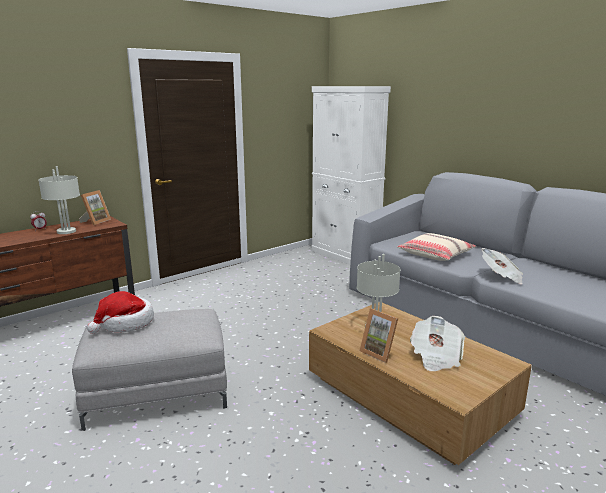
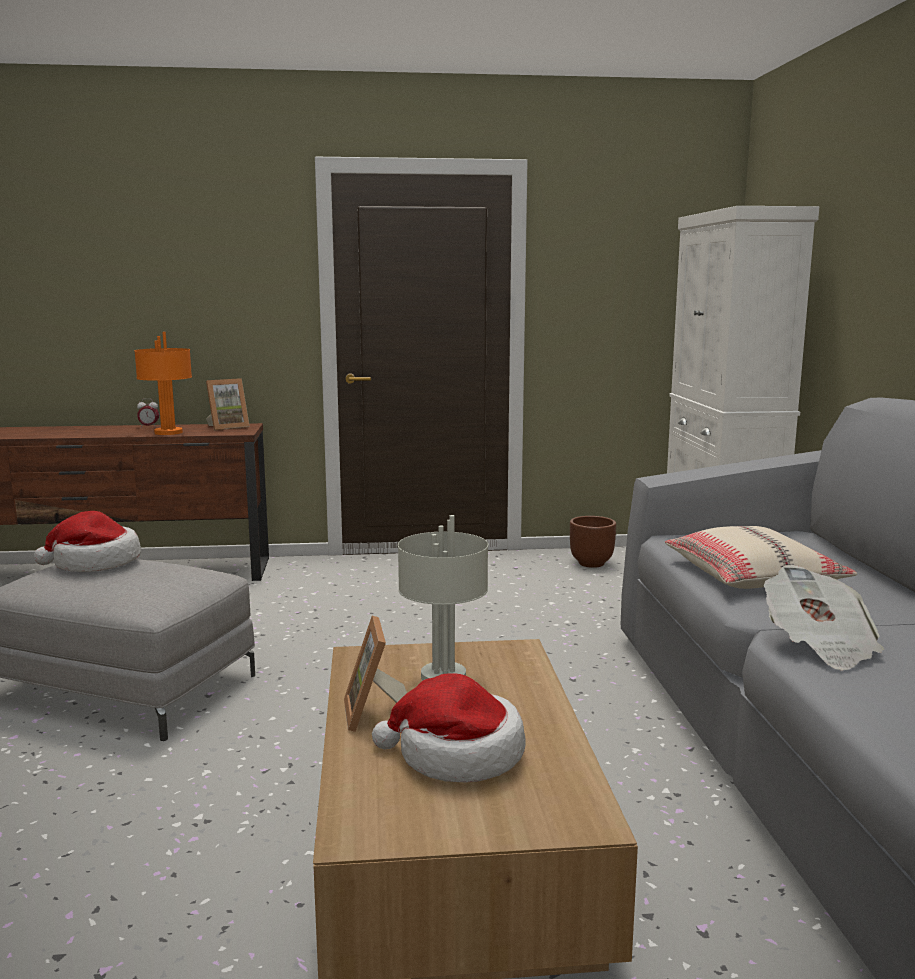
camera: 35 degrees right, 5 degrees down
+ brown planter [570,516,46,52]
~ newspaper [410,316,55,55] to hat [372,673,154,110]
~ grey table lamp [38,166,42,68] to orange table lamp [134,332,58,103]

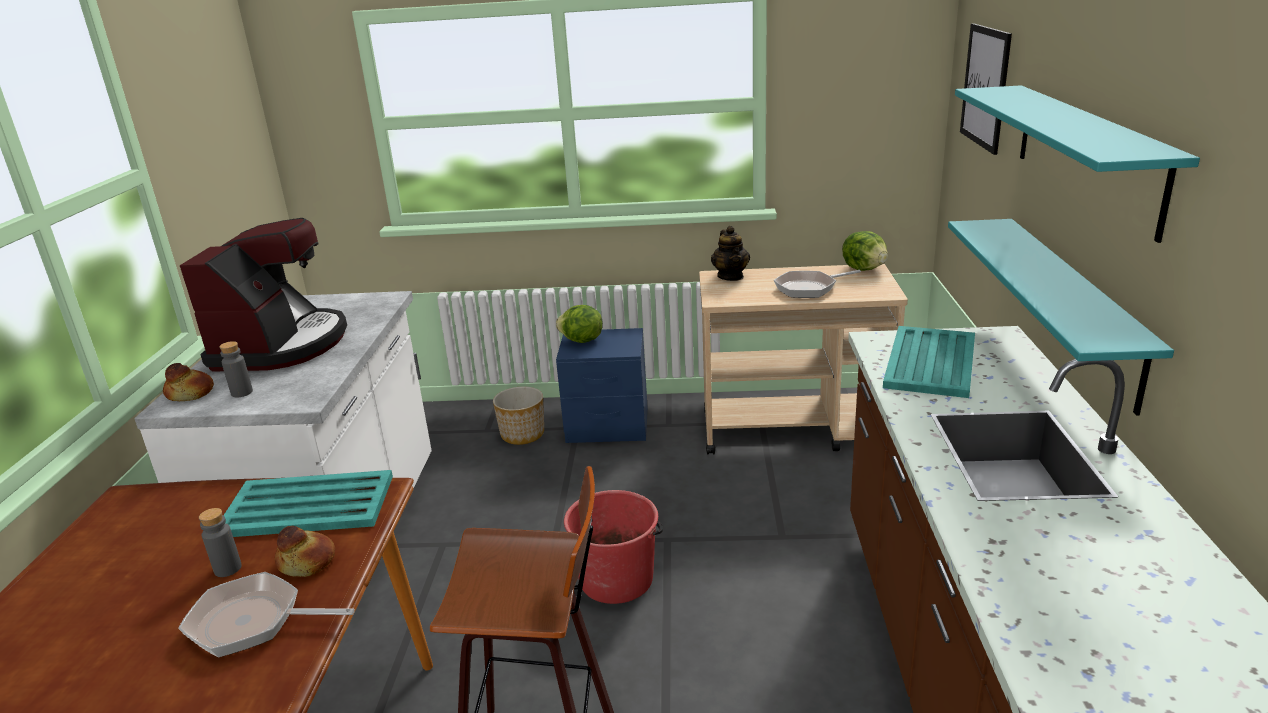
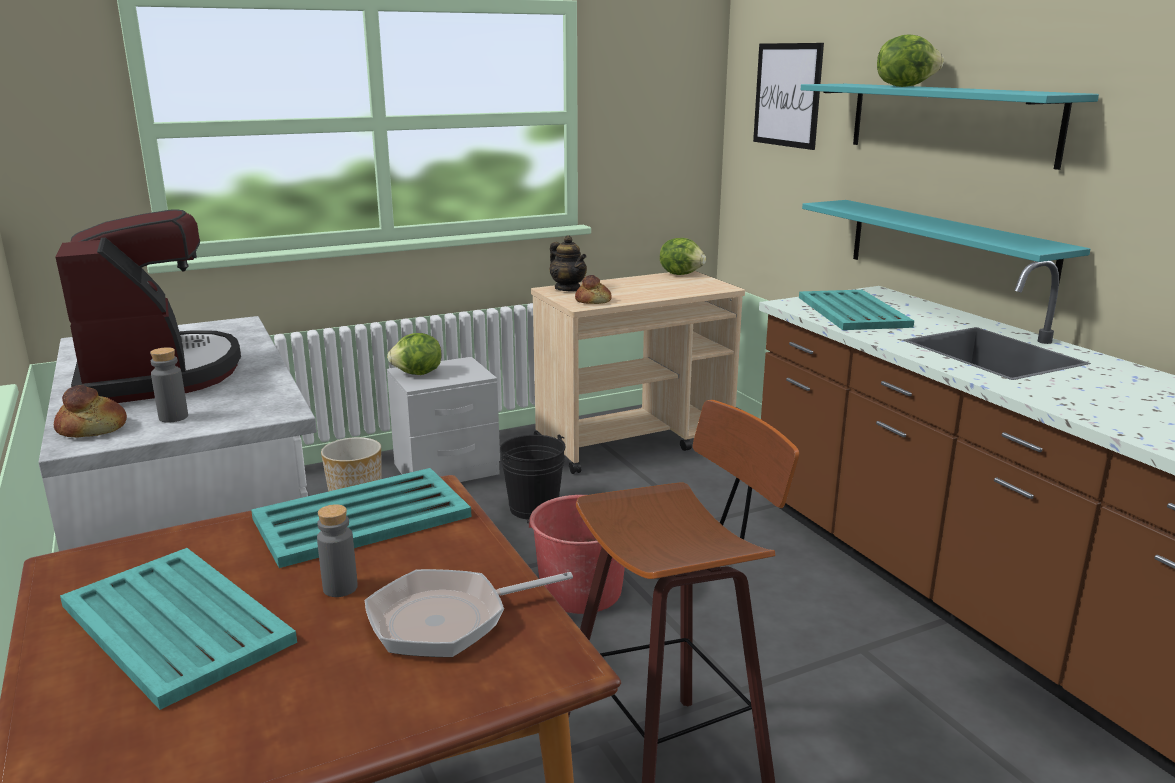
camera: 30 degrees left, 5 degrees down
- frying pan [774,270,87,28]
+ turquoise tray [60,548,237,162]
+ black bucket [500,435,66,85]
+ lettuce [877,34,67,53]
~ bread [275,526,60,51] to [575,275,37,29]
~ blue nightstand [556,328,92,115] to grey nightstand [387,357,113,125]

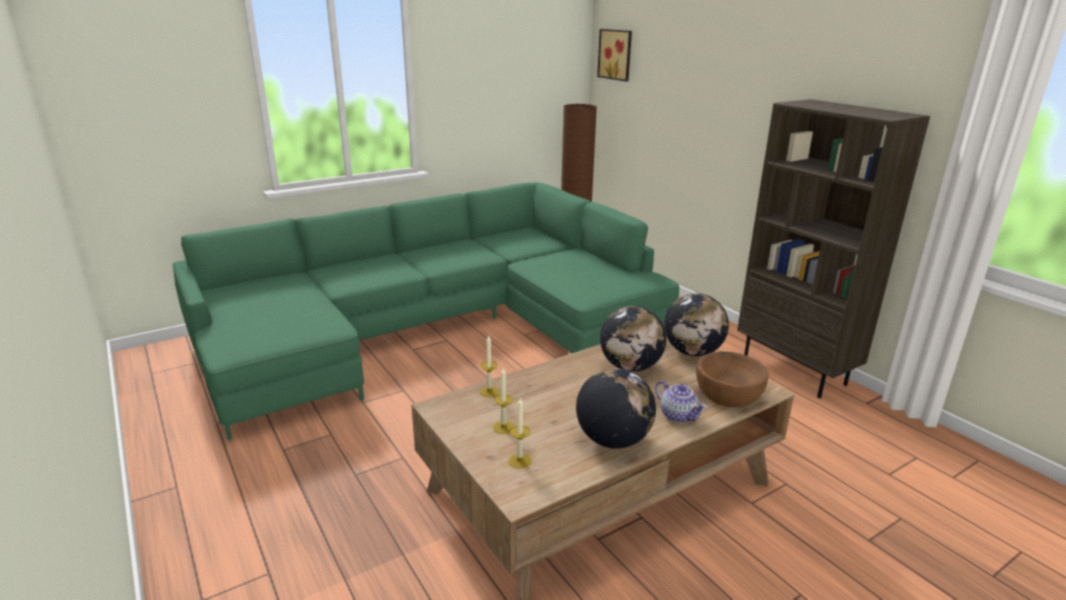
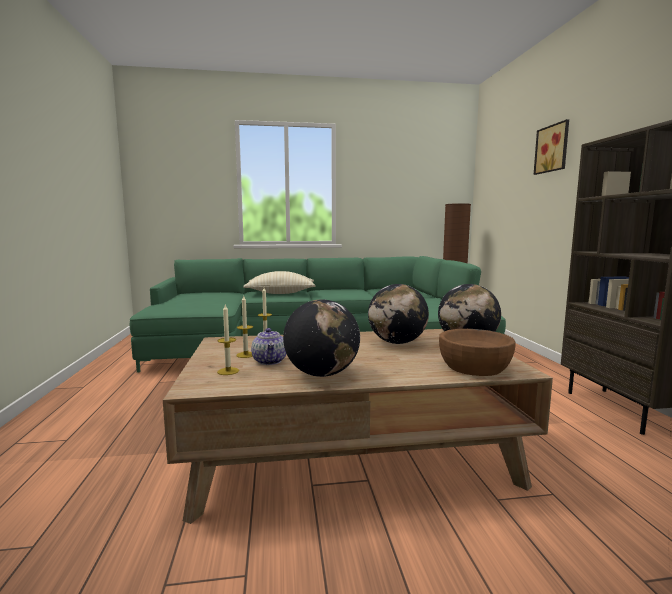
camera: 25 degrees right, 15 degrees down
+ beige pillow [243,271,72,23]
~ picture [597,29,35,52] to [534,119,35,56]
~ teapot [655,381,52,42] to [251,328,35,37]

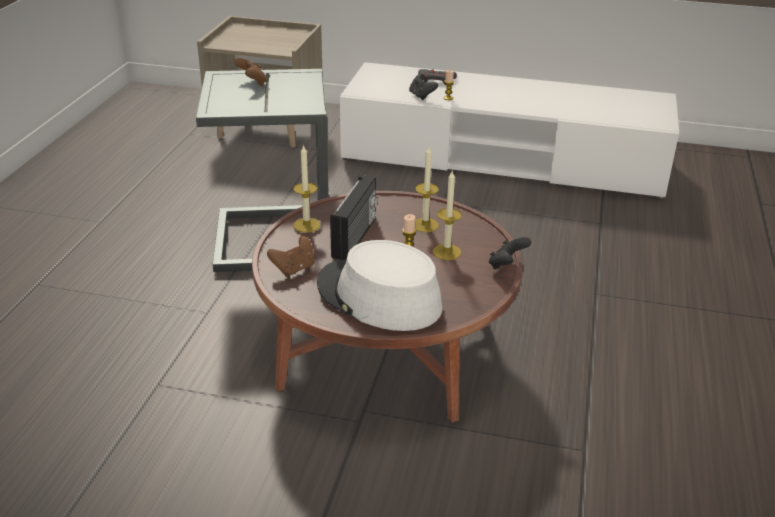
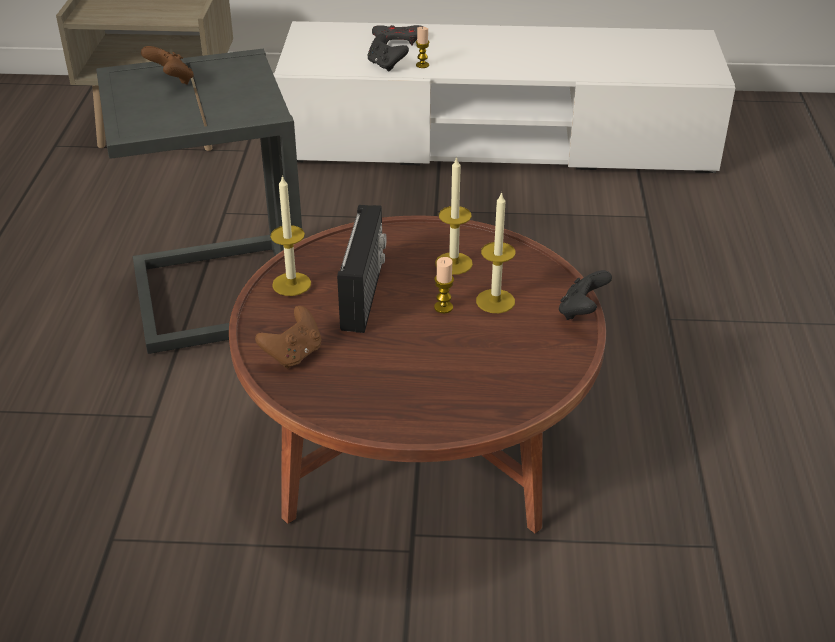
camera: 10 degrees left, 5 degrees up
- white hat [317,240,125,91]

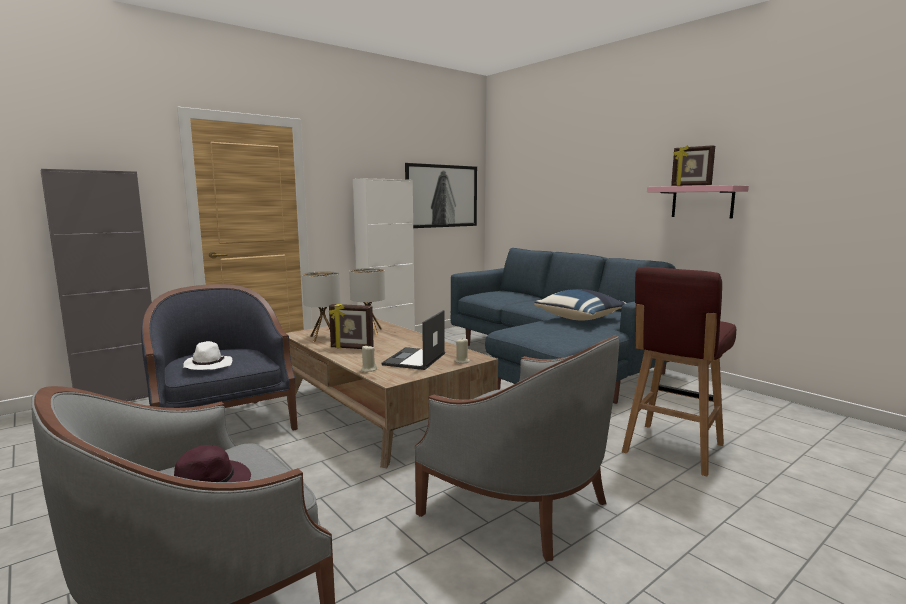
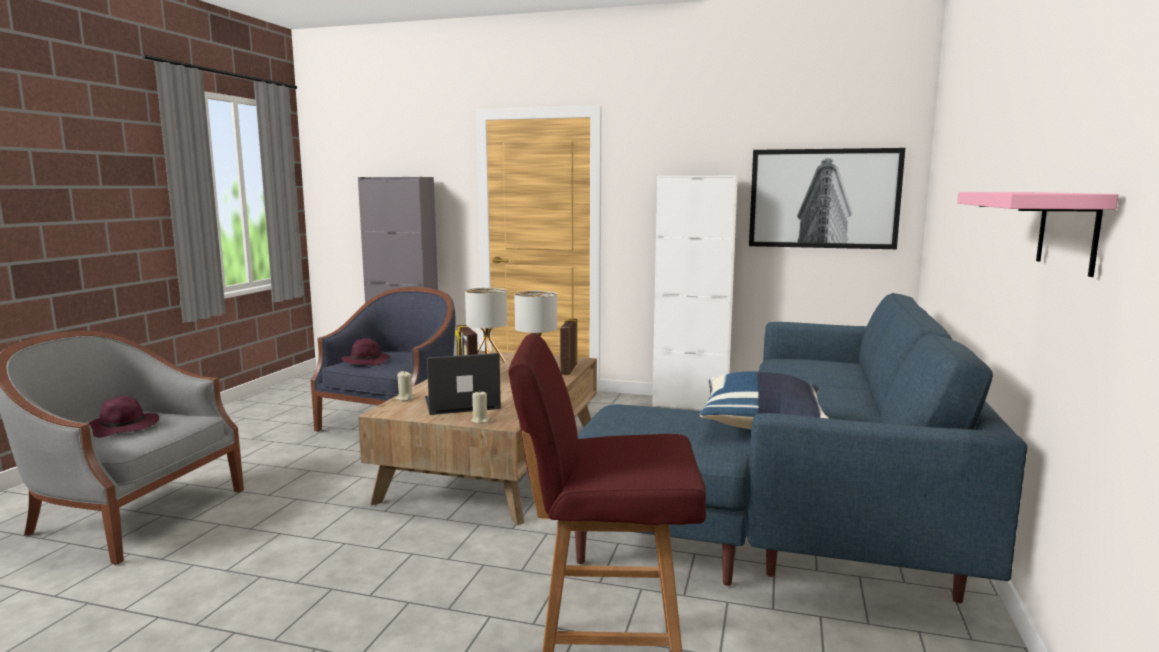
camera: 55 degrees right, 0 degrees up
- grey armchair [415,335,204,226]
~ picture frame [671,145,44,41] to [560,319,17,56]
~ white hat [183,341,49,29] to purple hat [341,338,49,28]

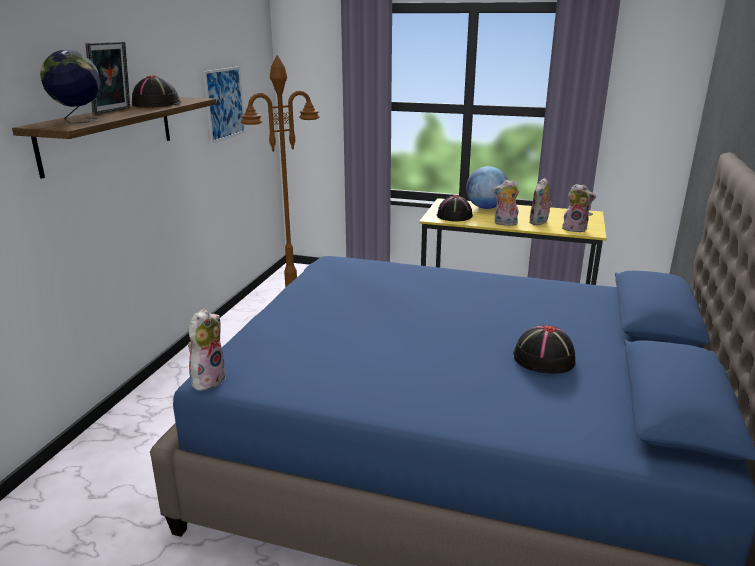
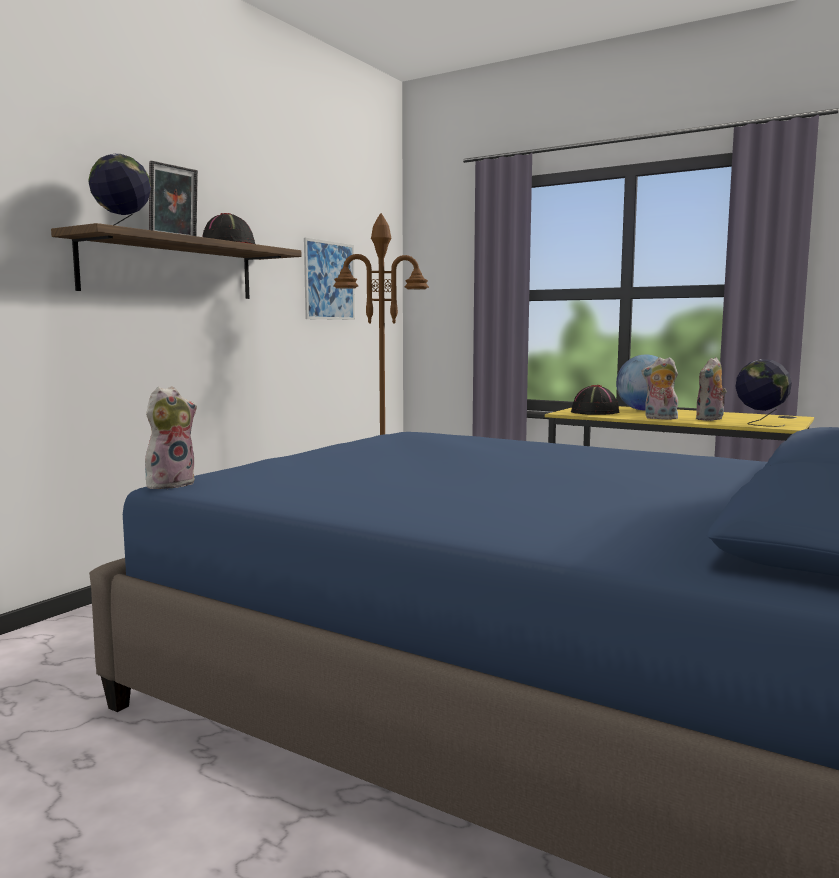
camera: 15 degrees right, 15 degrees down
- black hat [513,325,62,49]
~ plush toy [562,184,34,48] to globe [736,359,56,68]

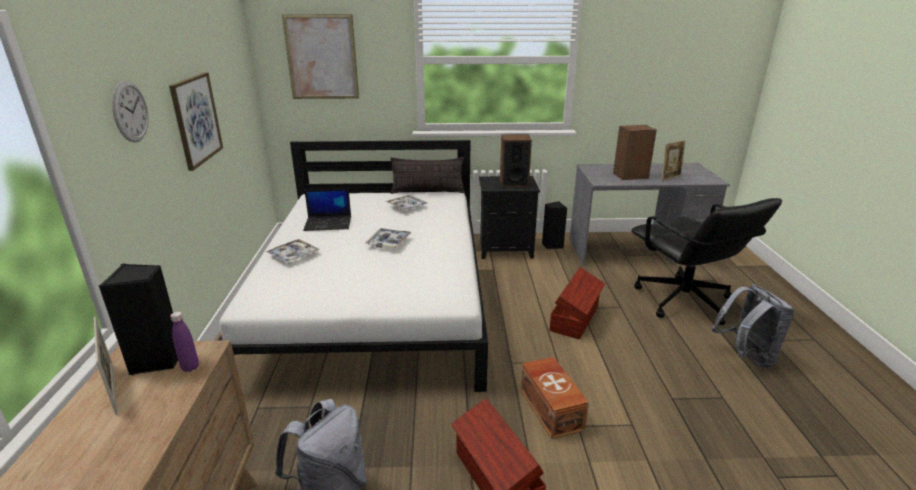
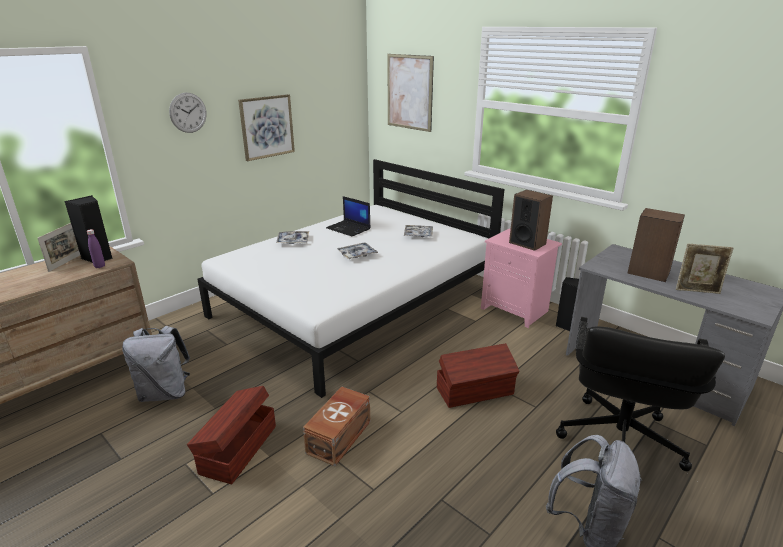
camera: 45 degrees right, 0 degrees up
- pillow [390,157,75,37]
~ black nightstand [479,176,61,83] to pink nightstand [481,228,81,100]

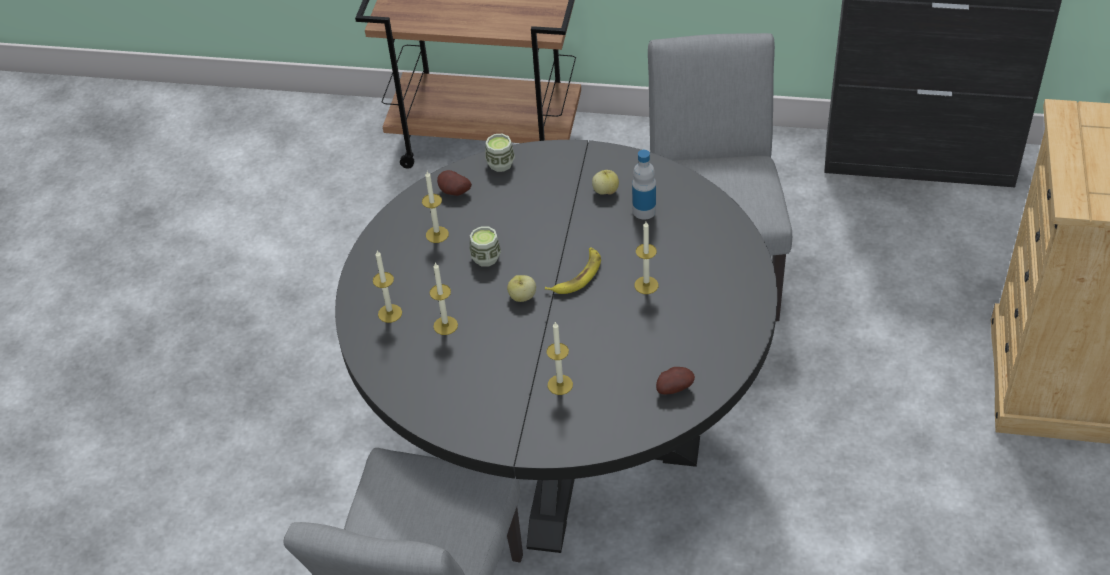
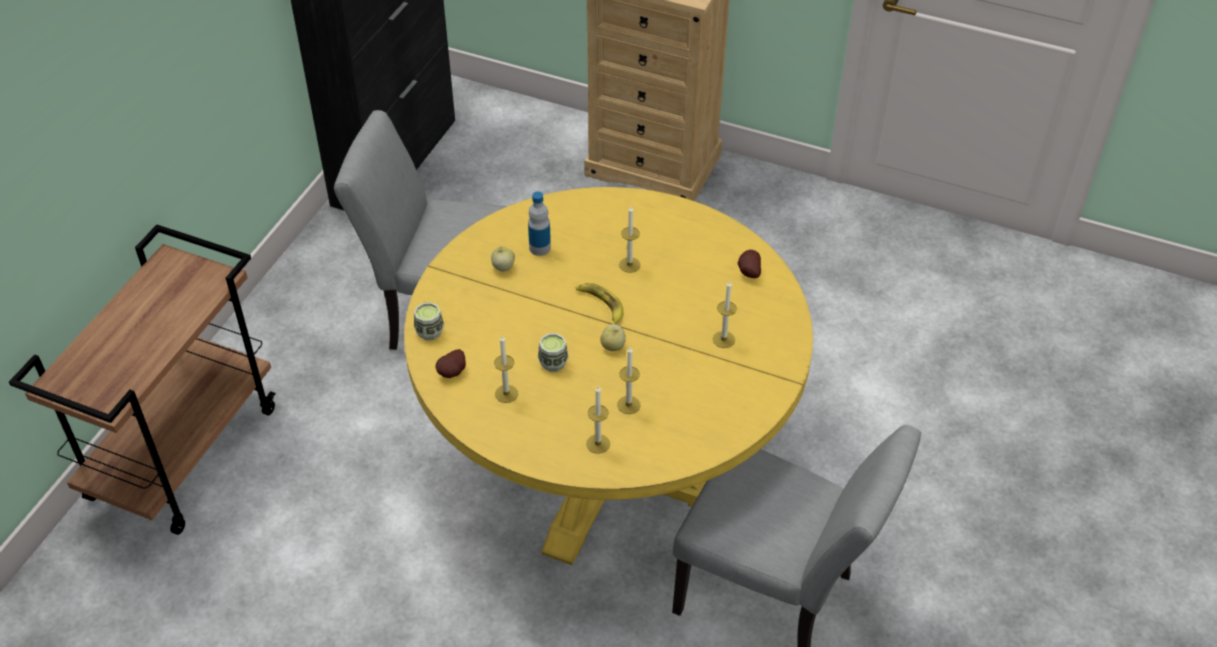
camera: 80 degrees left, 0 degrees up
~ black dining table [335,140,442,413] to yellow dining table [404,187,409,378]

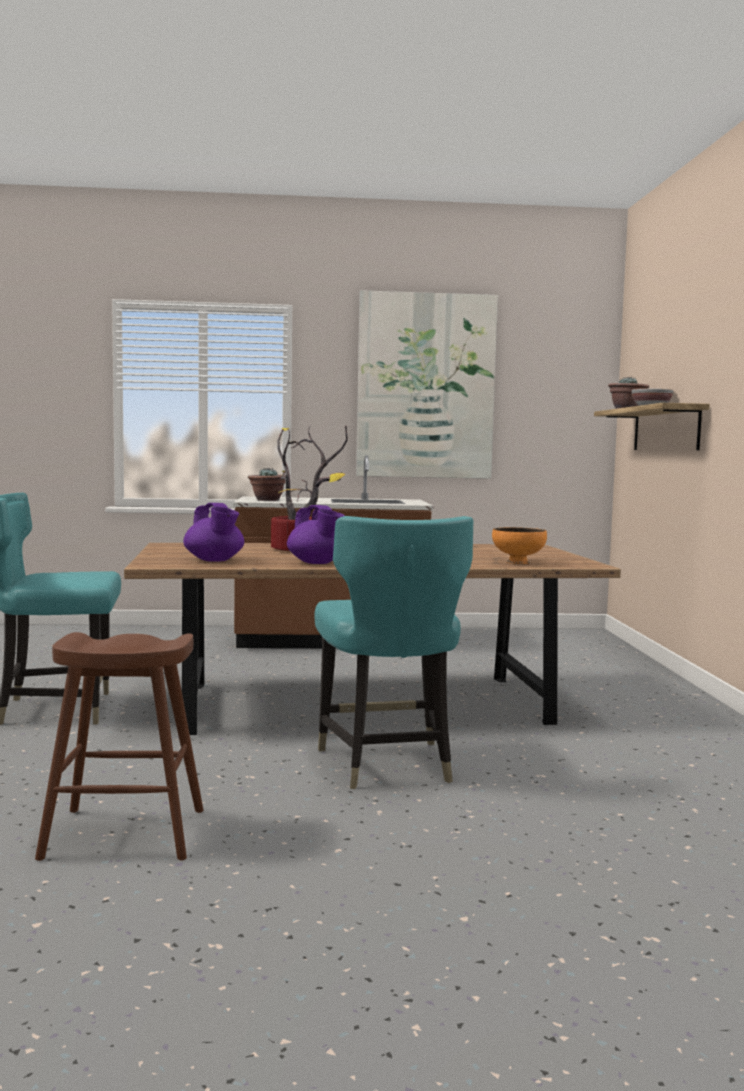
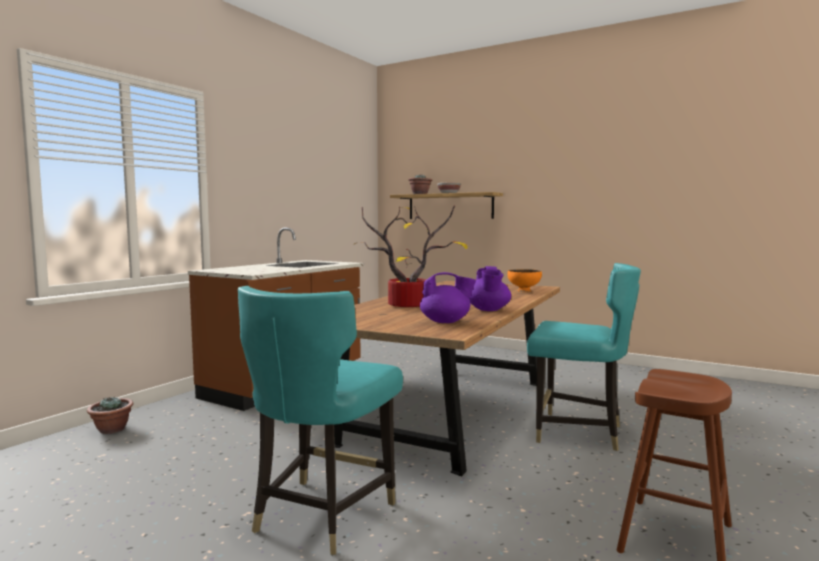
camera: 55 degrees left, 0 degrees up
- picture [356,290,142,189]
~ potted plant [248,468,38,33] to [87,397,46,37]
~ purple teapot [287,505,58,59] = [470,266,41,45] 90 degrees clockwise

